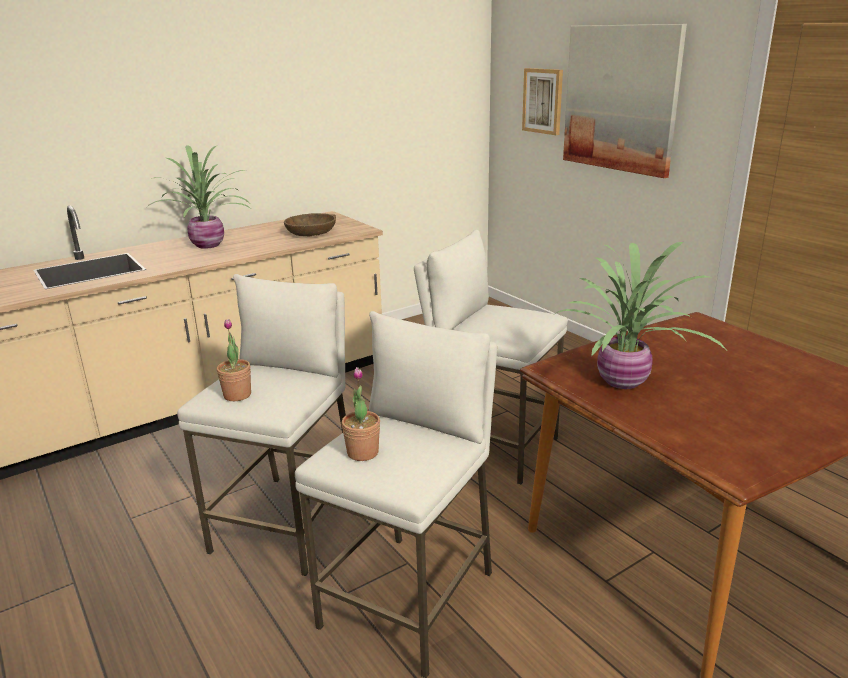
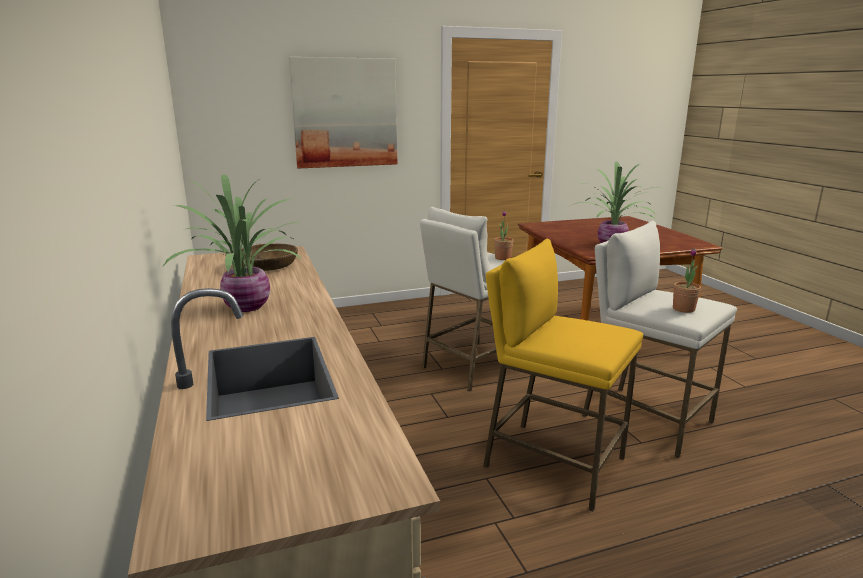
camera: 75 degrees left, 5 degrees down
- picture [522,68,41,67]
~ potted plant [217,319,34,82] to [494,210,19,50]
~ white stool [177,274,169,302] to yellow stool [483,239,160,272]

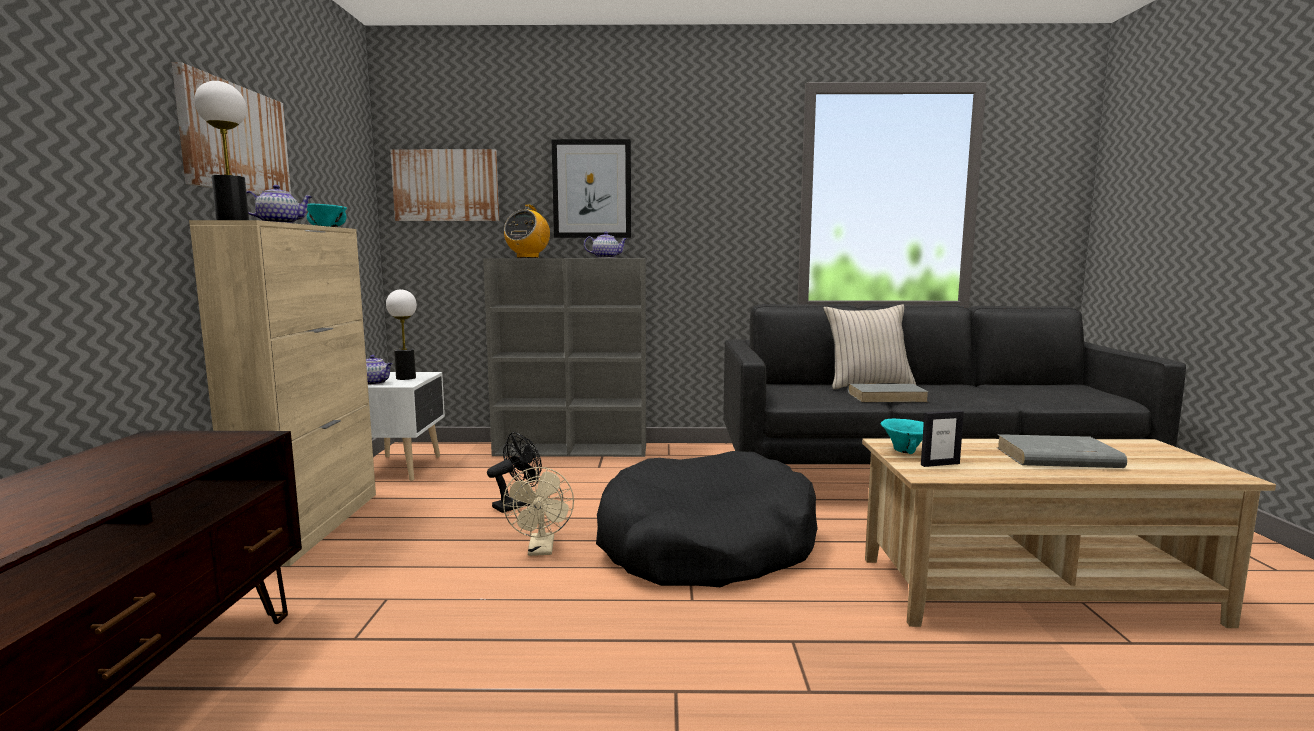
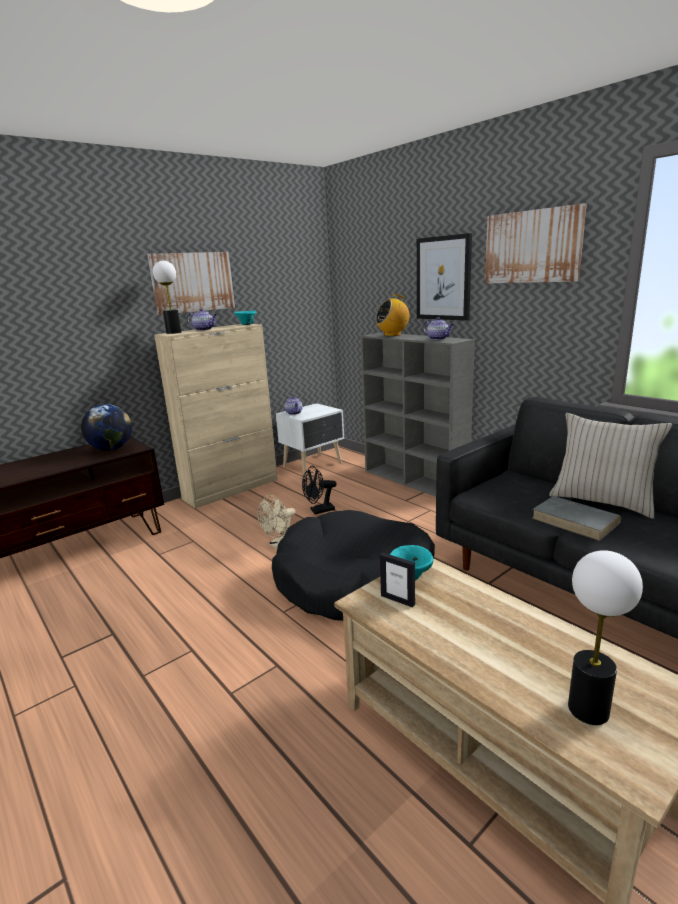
camera: 50 degrees right, 10 degrees up
- grey book [996,434,131,34]
+ globe [81,404,51,47]
~ table lamp [386,289,31,91] to [568,550,75,175]
~ picture [390,149,109,72] to [485,203,102,80]
~ black fan [487,432,55,81] = [302,466,34,48] 150 degrees clockwise

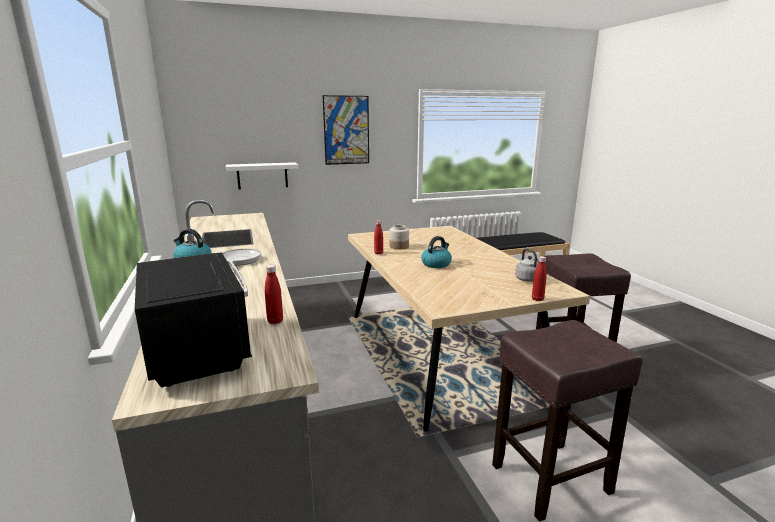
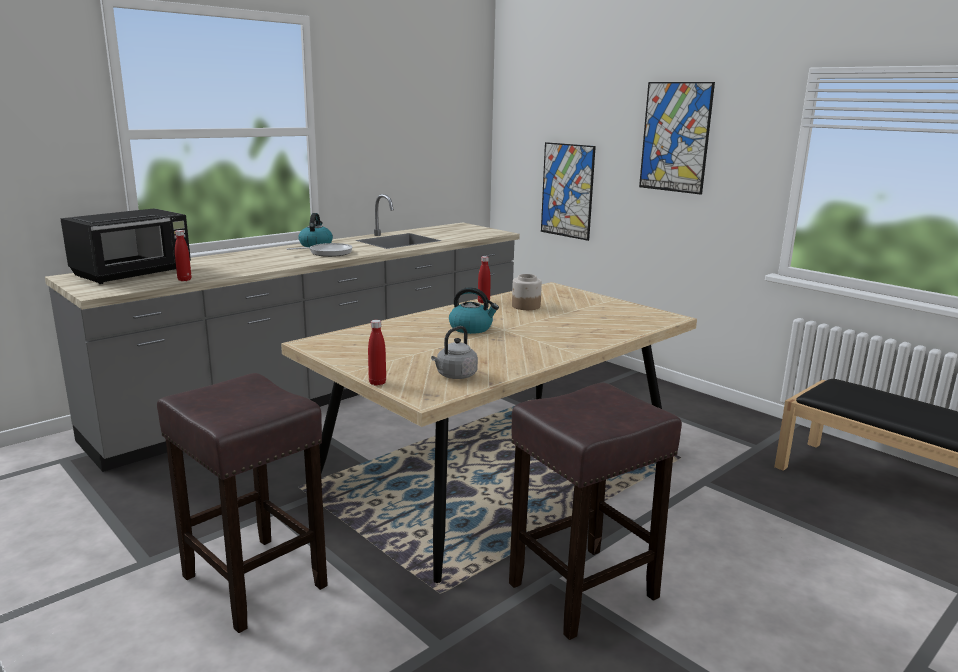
camera: 65 degrees right, 0 degrees up
~ white shelf [226,162,73,28] to picture [541,142,55,99]

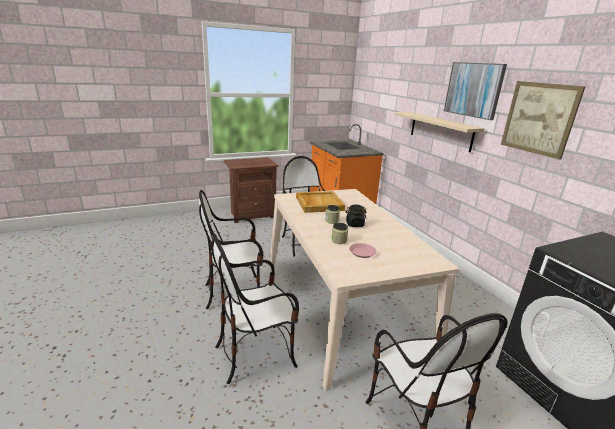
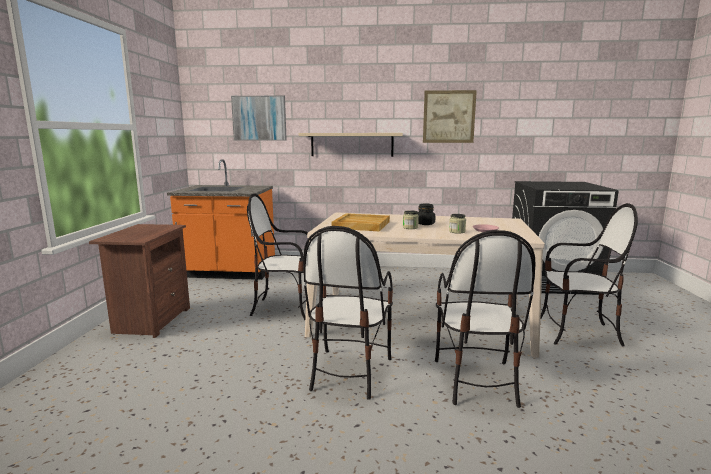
camera: 60 degrees left, 10 degrees down
~ picture [444,62,63,58] to [231,95,56,46]

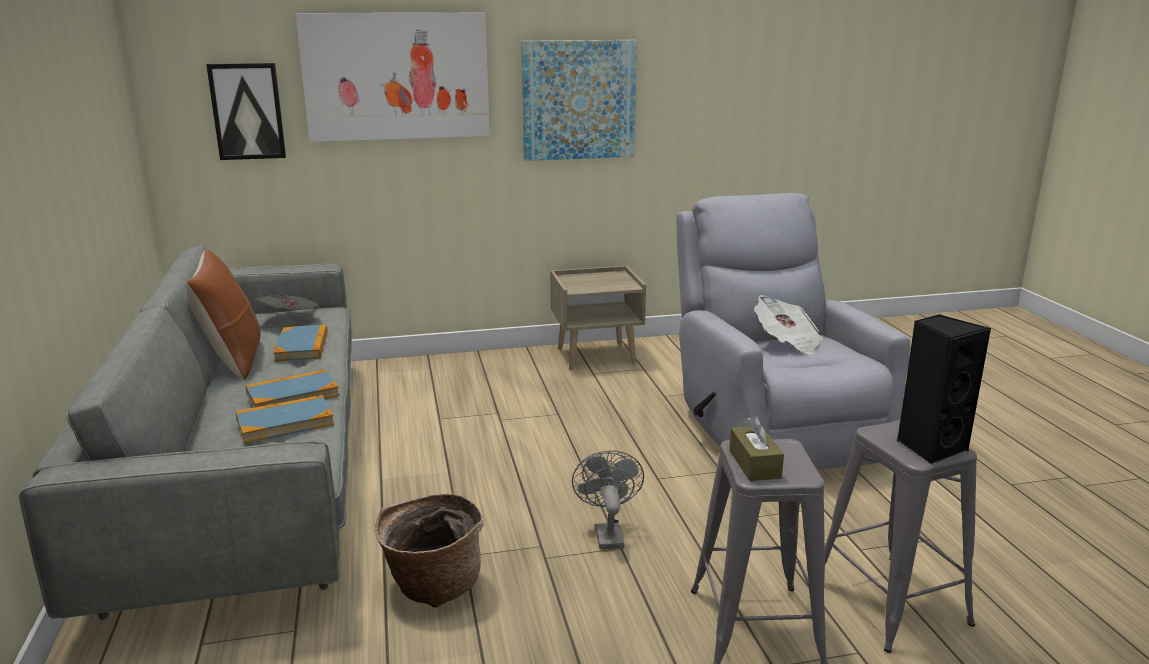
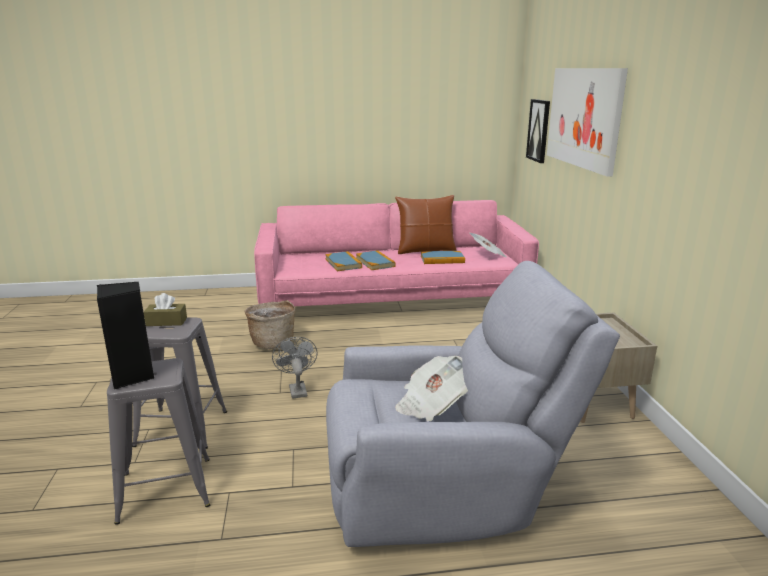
camera: 95 degrees right, 0 degrees up
- picture [521,40,116,121]
~ grey sofa [19,245,333,375] to pink sofa [254,200,285,106]
~ grey fan [572,450,72,99] = [272,337,46,62] 105 degrees counterclockwise

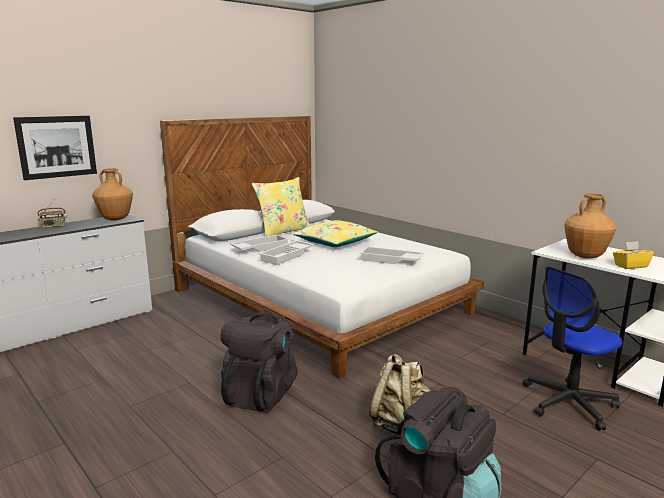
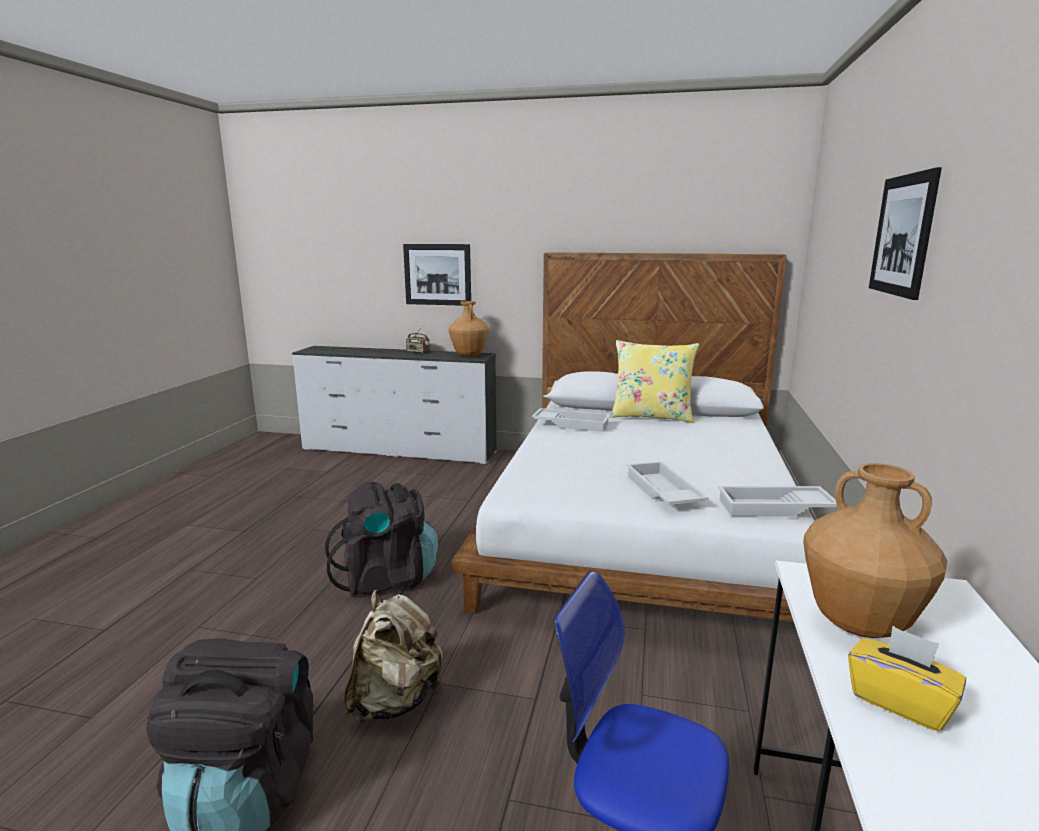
camera: 55 degrees right, 0 degrees up
- yellow pillow [293,220,85,27]
+ picture [869,167,73,133]
~ white tray [258,240,56,25] to [718,486,119,31]

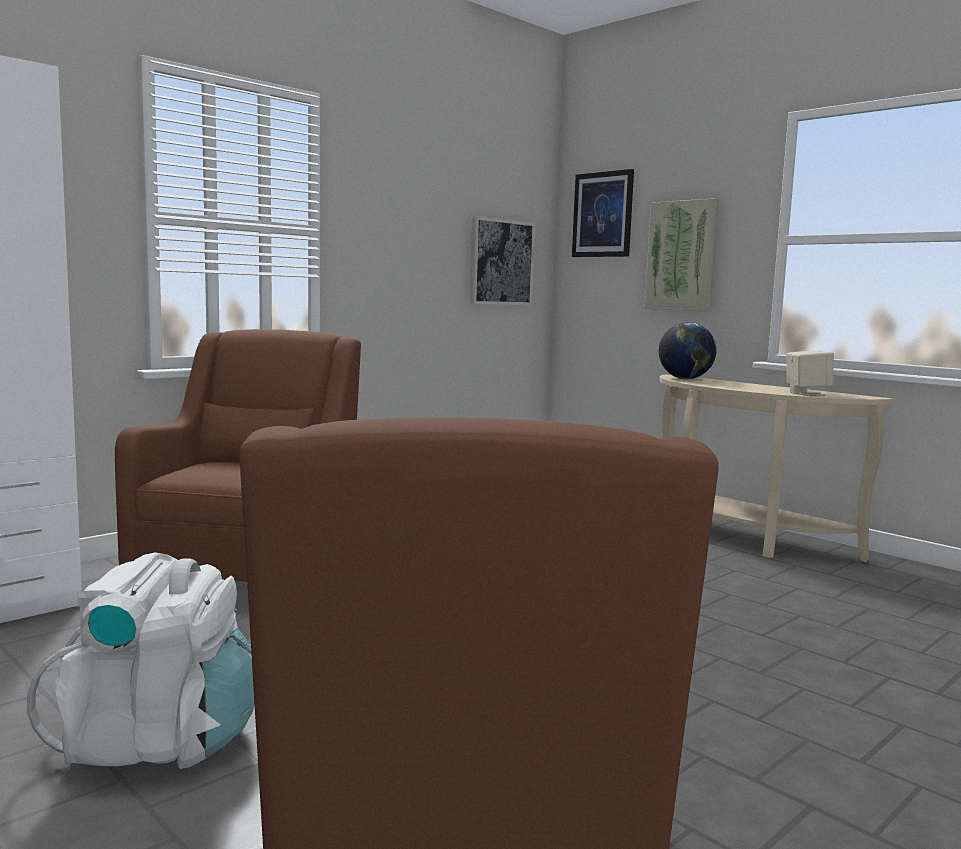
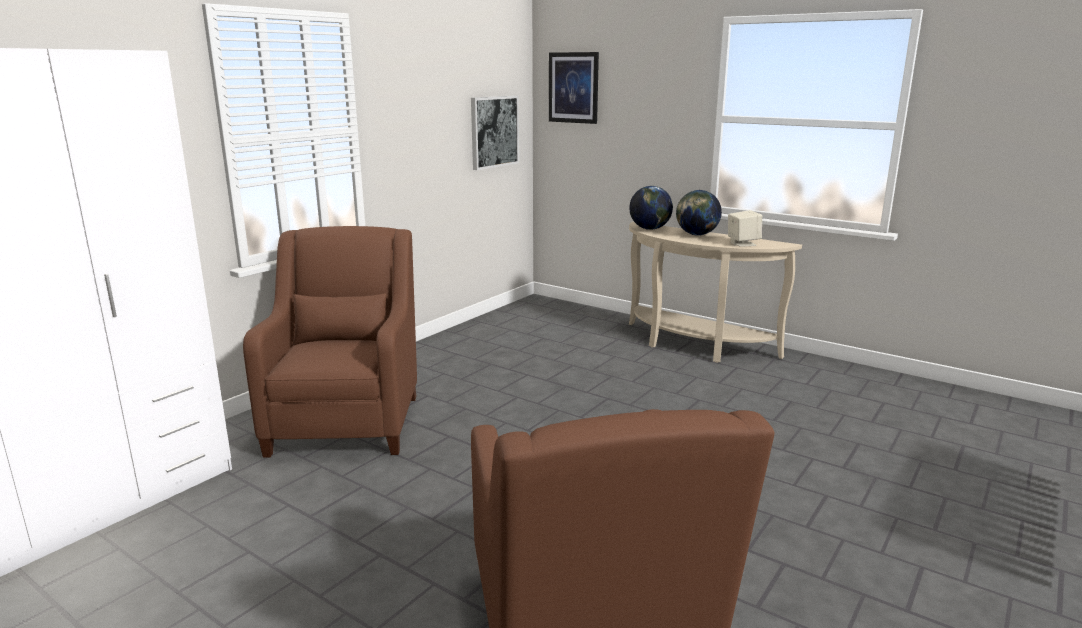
camera: 10 degrees left, 10 degrees up
- white backpack [27,552,227,217]
- picture [645,198,74,114]
+ globe [676,190,46,46]

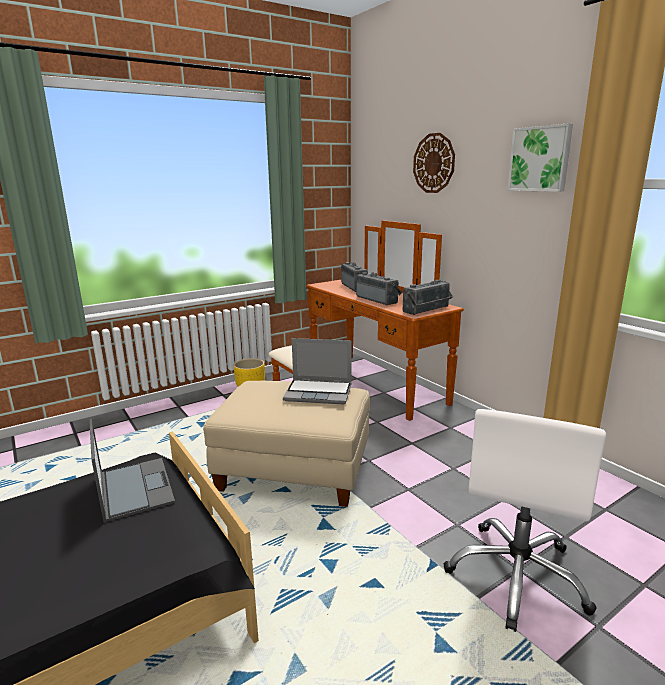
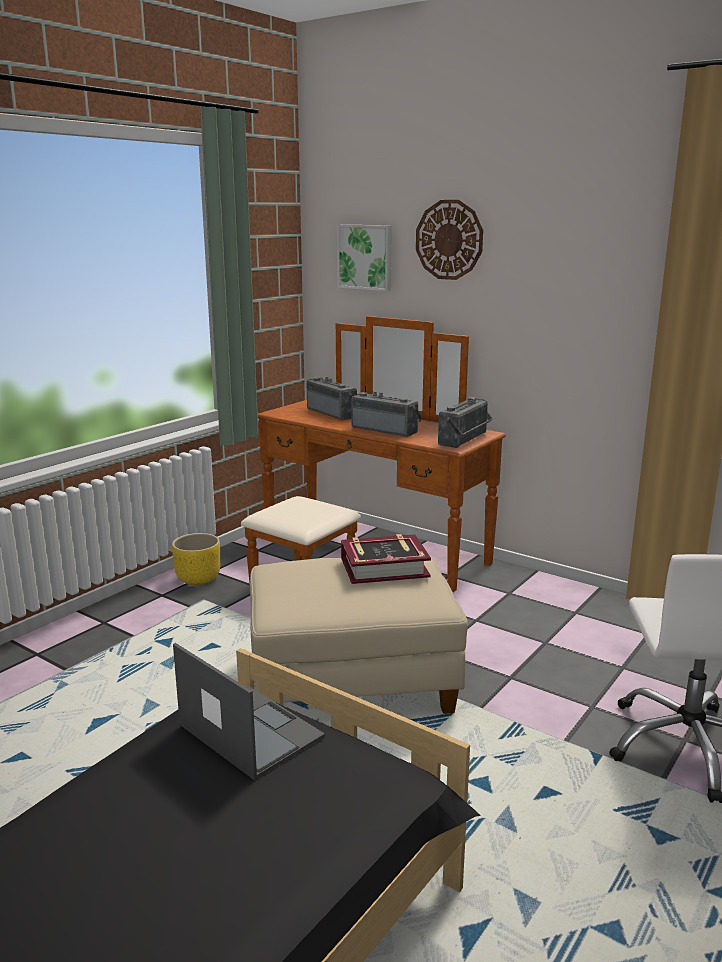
camera: 20 degrees left, 0 degrees up
~ picture [507,123,66,69] to [337,225,55,66]
~ laptop [283,338,69,67] to book [341,534,90,50]

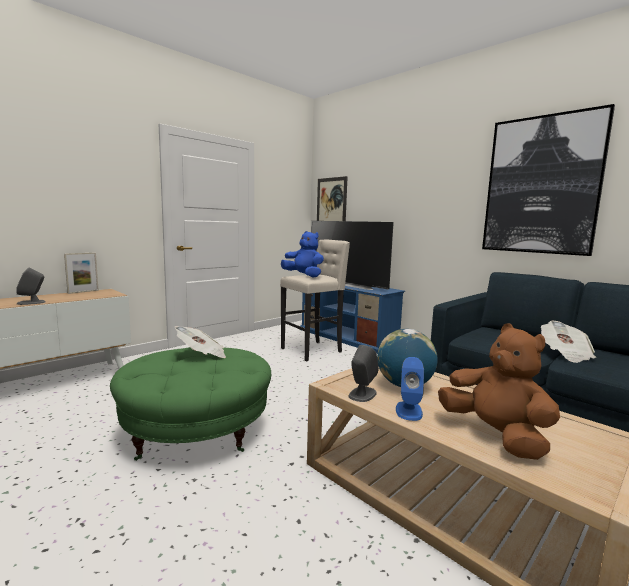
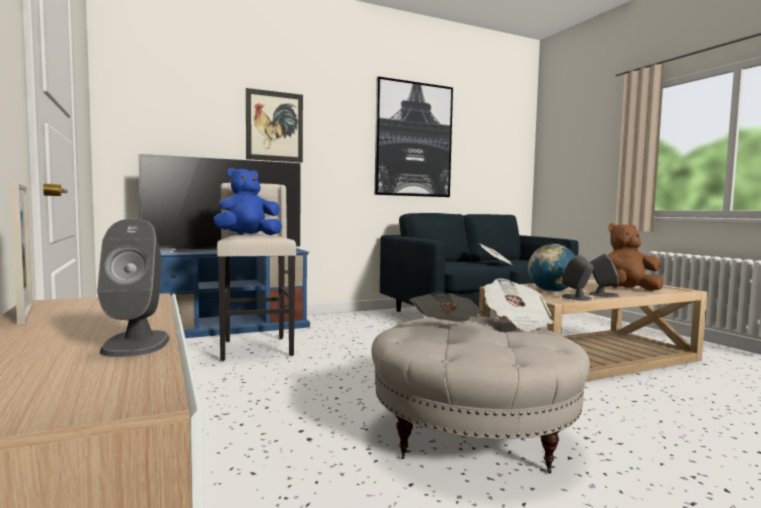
camera: 70 degrees left, 5 degrees down
+ newspaper [484,279,70,52]
~ picture [317,176,31,45] to [246,88,57,75]
~ green ottoman [110,347,161,114] to beige ottoman [371,316,219,157]
~ blue speaker [396,357,28,64] to grey speaker [589,254,30,43]

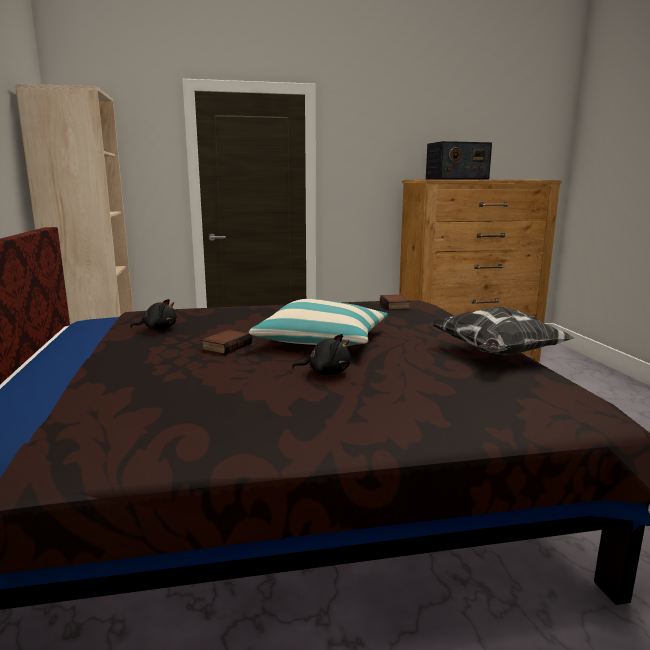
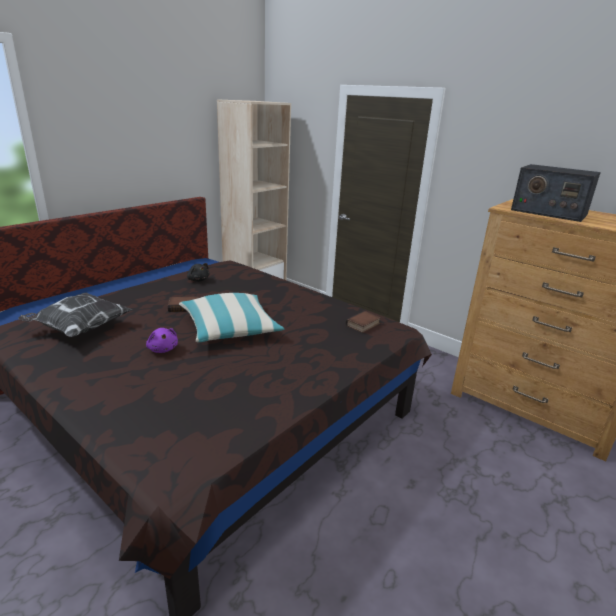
camera: 50 degrees right, 10 degrees up
~ pillow [431,307,143,48] to [18,293,114,44]
~ black plush toy [292,334,59,41] to purple plush toy [146,328,32,25]

